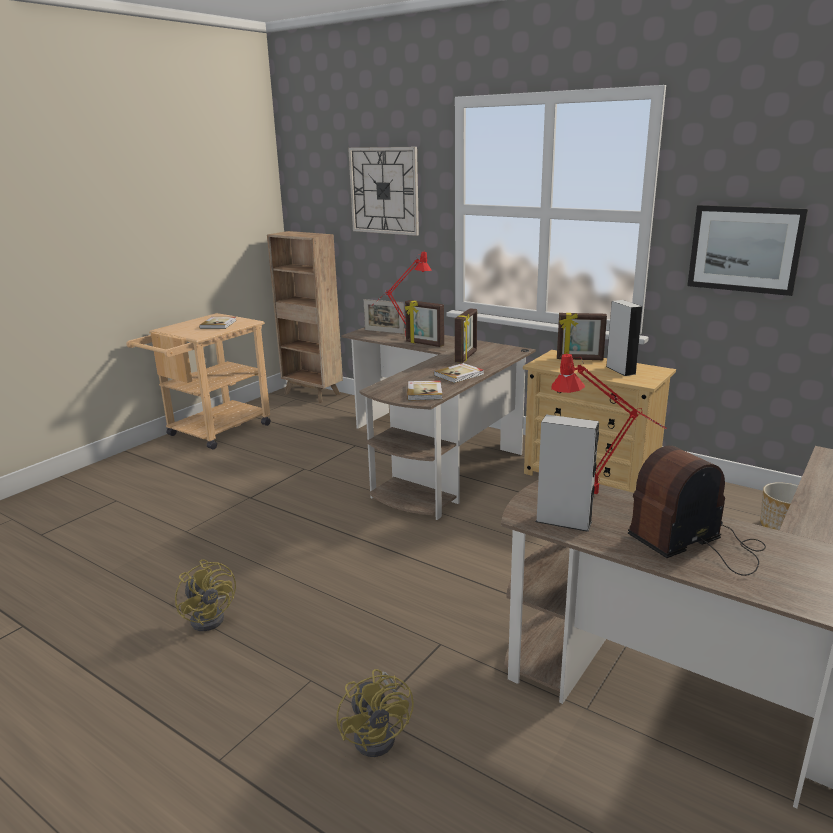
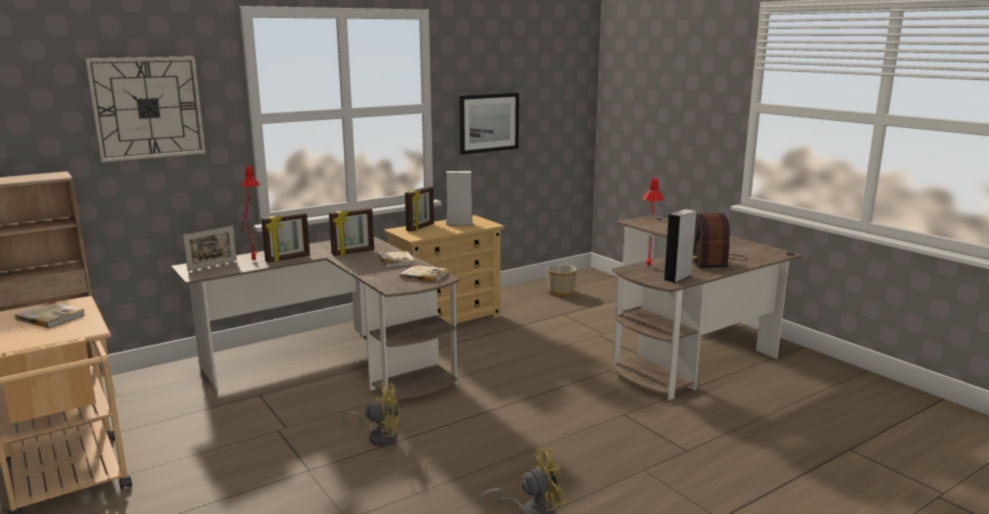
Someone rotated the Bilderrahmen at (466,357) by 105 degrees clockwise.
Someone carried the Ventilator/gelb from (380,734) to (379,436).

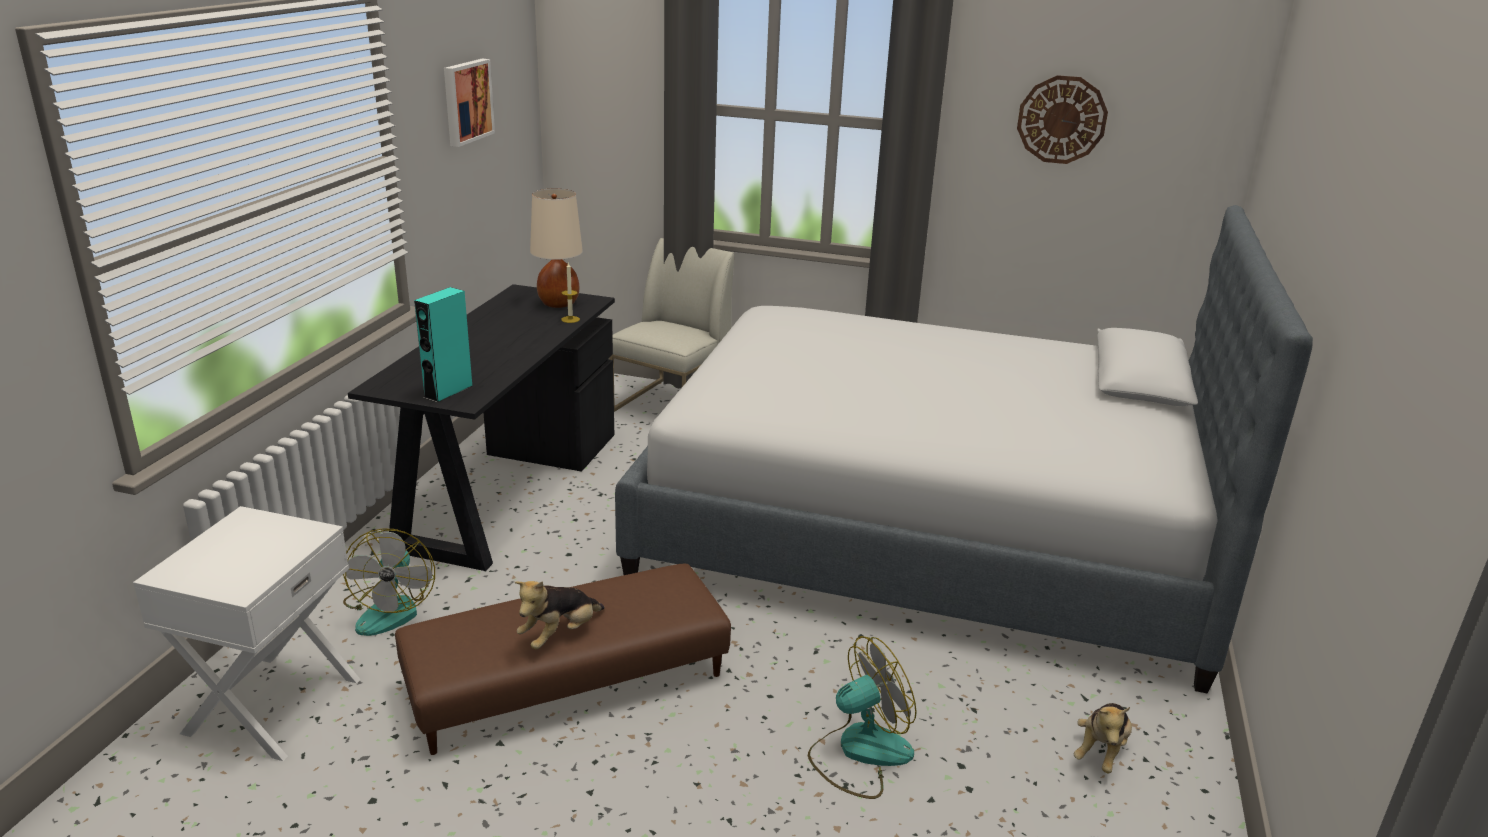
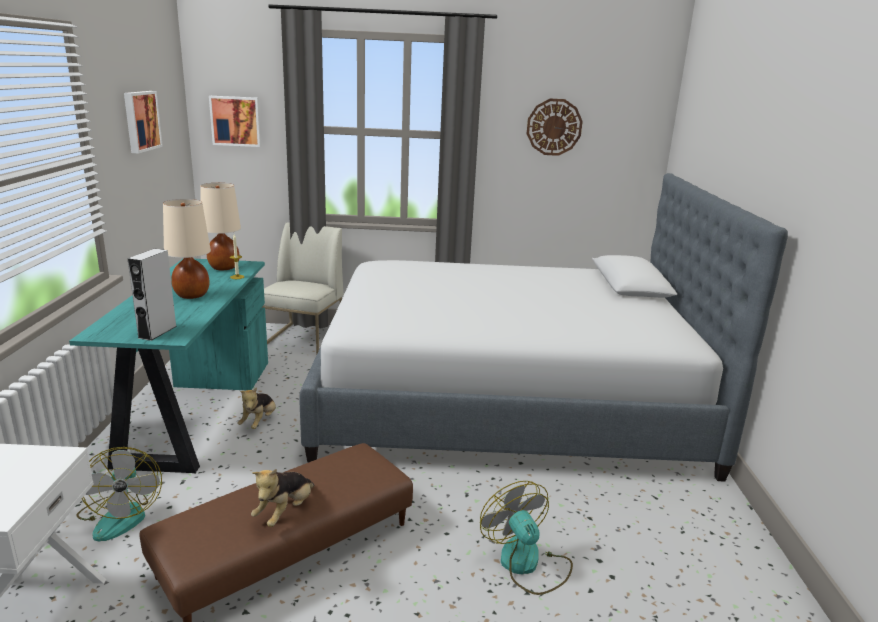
Someone repainted the Schreibtisch/schwarz at (506,489), which became the Schreibtisch/türkis at (195,410).
Someone repainted the Lautsprecher/türkis at (448,391), which became the Lautsprecher/grau at (157,332).
Someone rotated the Ventilator at (859,752) by 75 degrees counterclockwise.
Someone carried the Plüschtier from (1101,752) to (259,422).
Someone put up the Bild at (236,121).
Someone put down the Tischlampe/beige at (192,295).

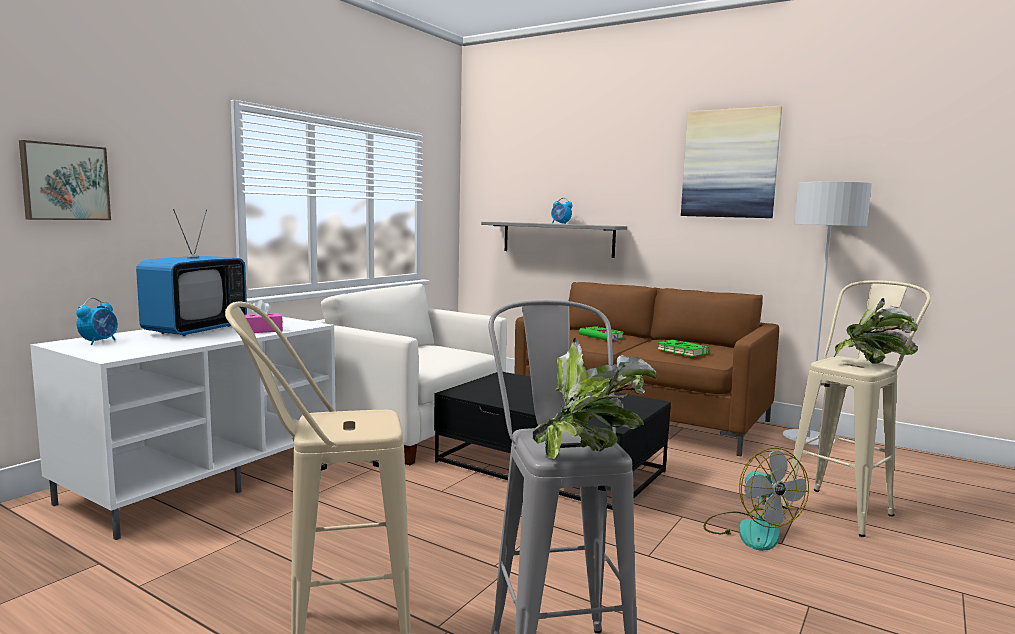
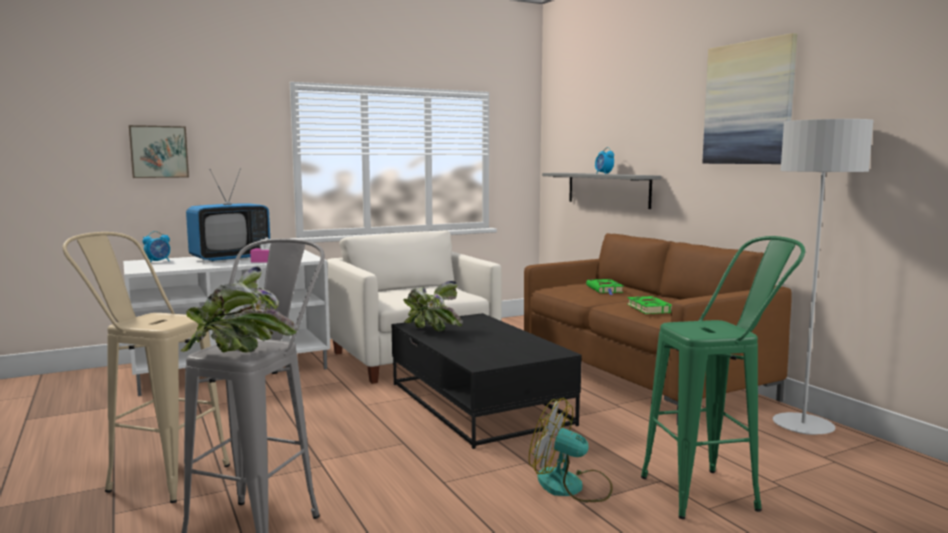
Someone repainted the Hocker/beige at (844,508), which became the Hocker/grün at (715,492).
Someone carried the Topfpflanze from (873,365) to (431,332).
Someone rotated the Ventilator at (750,530) by 105 degrees clockwise.

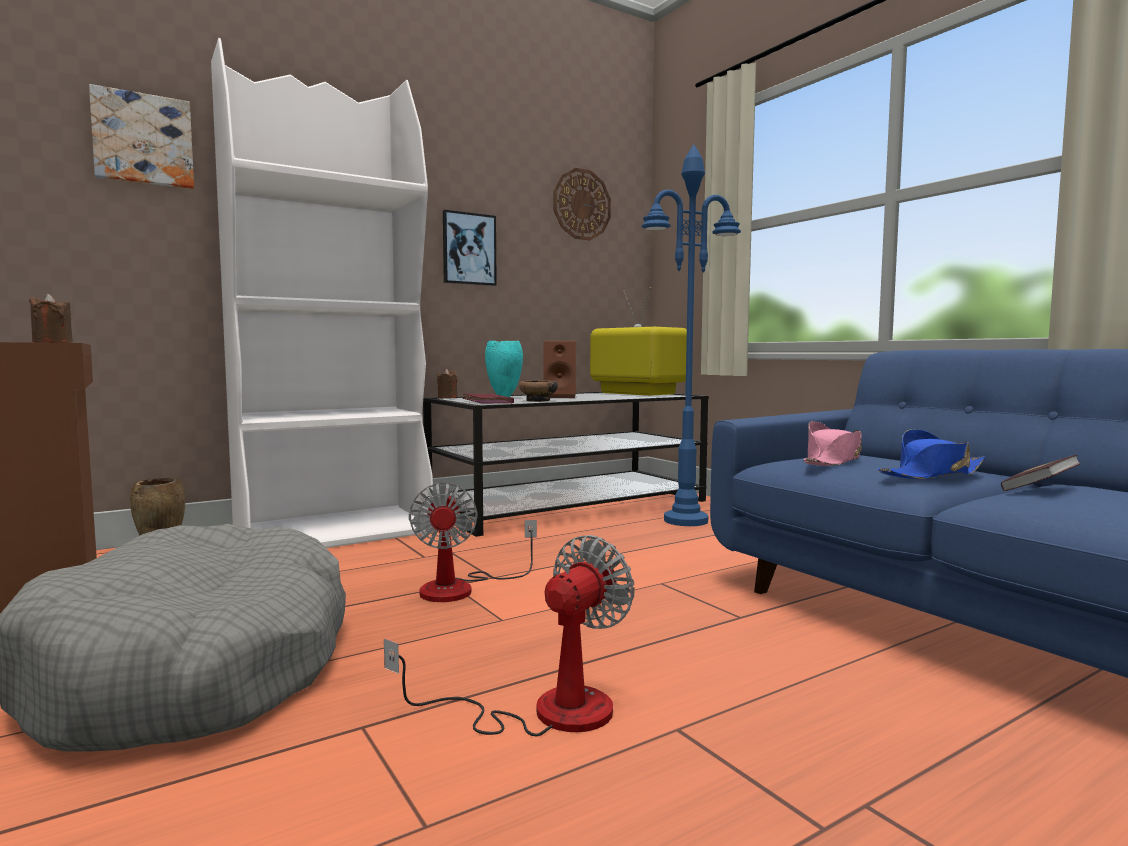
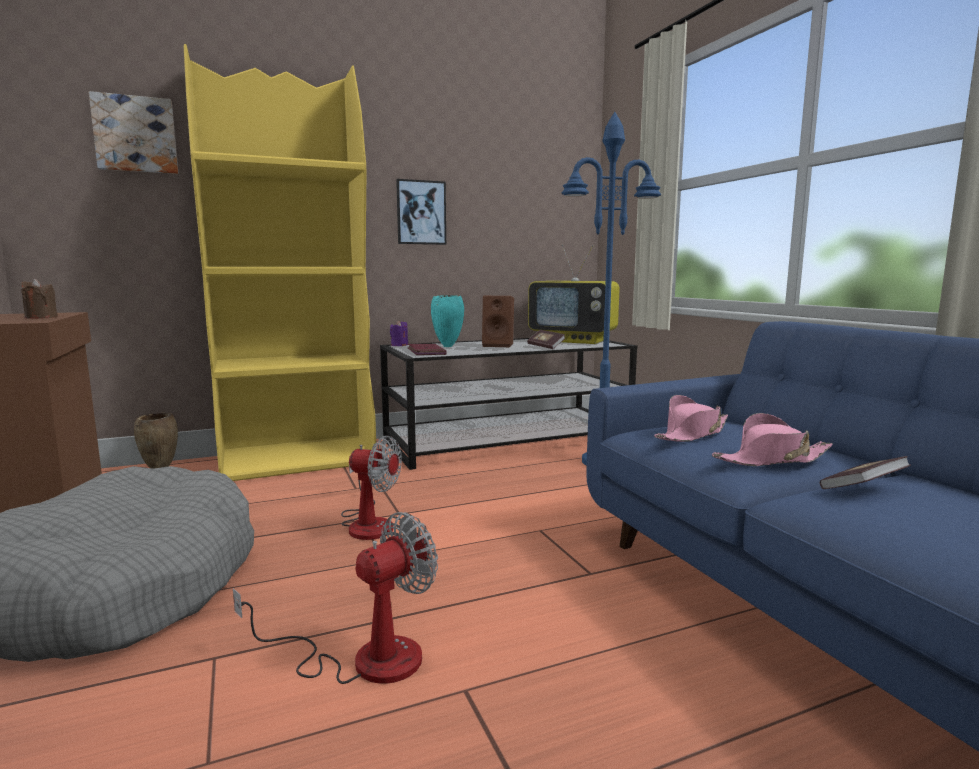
Someone repainted the Bücherregal/weiß at (335,533), which became the Bücherregal/gelb at (299,459).
Someone took away the Wanduhr at (581,204).
Someone rotated the Fernseher at (636,393) by 150 degrees clockwise.
Someone repainted the Kerze/braun at (447,398), which became the Kerze/lila at (399,345).
Someone took away the Schüssel at (538,400).
Someone repainted the Hut/blau at (932,474), which became the Hut/rosa at (771,459).
Someone rotated the Ventilator at (462,588) by 75 degrees counterclockwise.
Someone put down the Buch at (546,347).

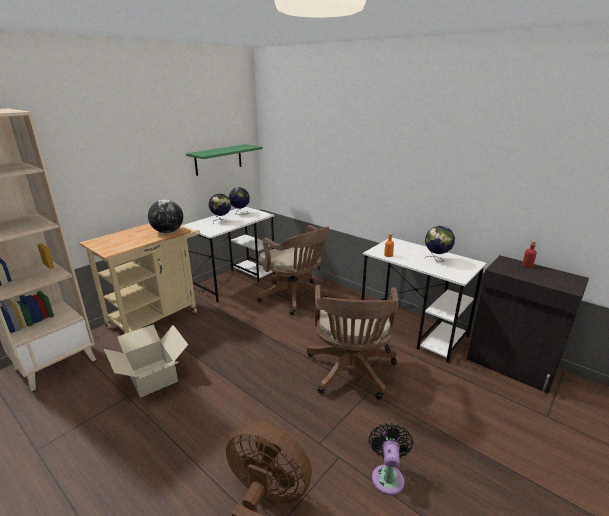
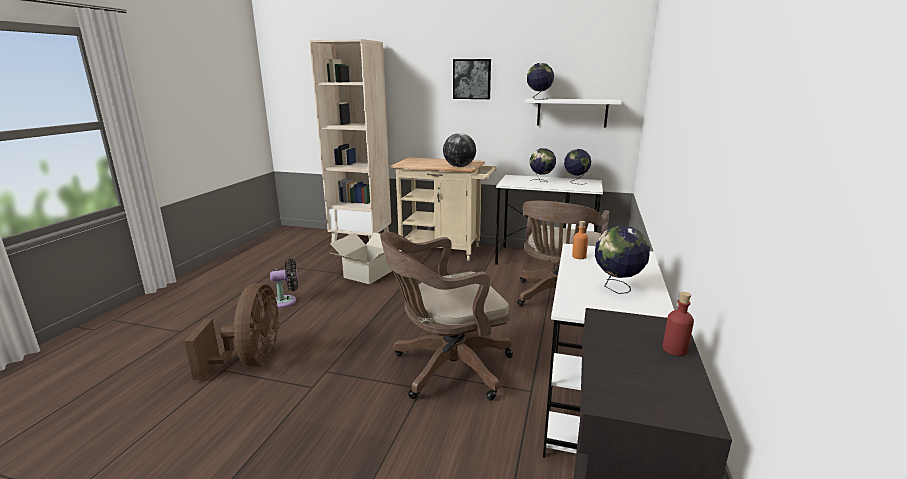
Someone repainted the Wandregal/grün at (218,159), which became the Wandregal/weiß at (572,112).
Someone carried the Ventilator/schwarz from (387,476) to (287,301).
Someone put up the Bild at (472,79).
Someone put down the Globus at (539,99).

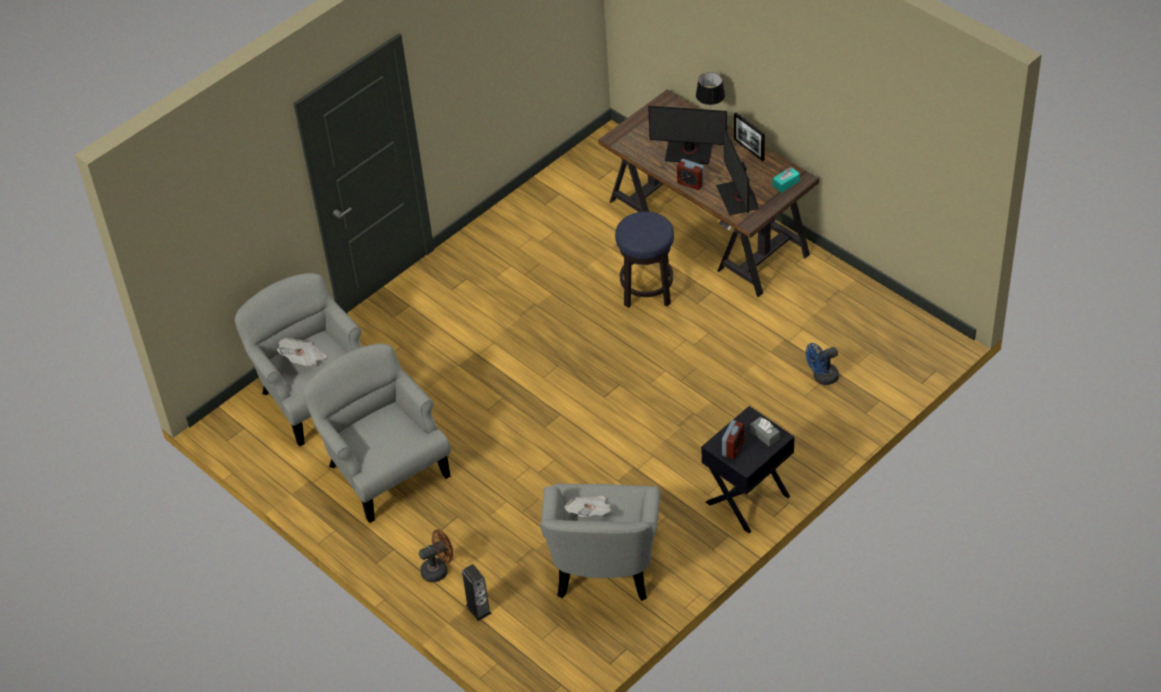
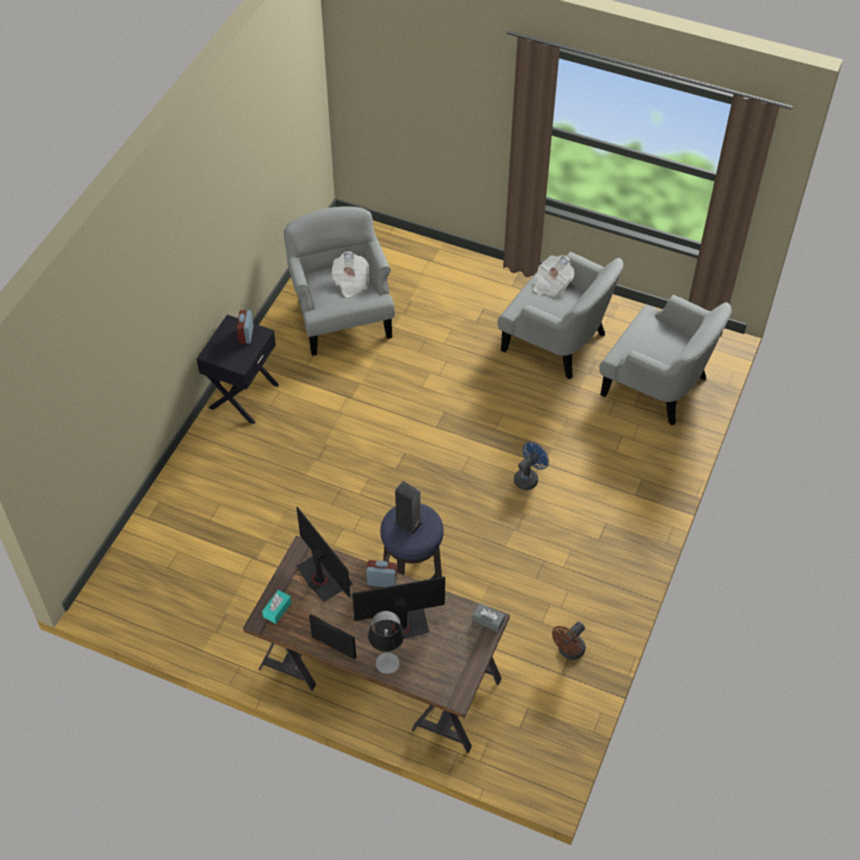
Someone carried the Zeitung from (303,360) to (551,284).
Someone carried the Ventilator/blau from (822,377) to (528,478).
Someone carried the Taschentuchbox/grau from (764,435) to (488,620).
Someone carried the Ventilator/braun from (438,569) to (569,652).
Someone carried the Lautsprecher from (478,609) to (408,523).

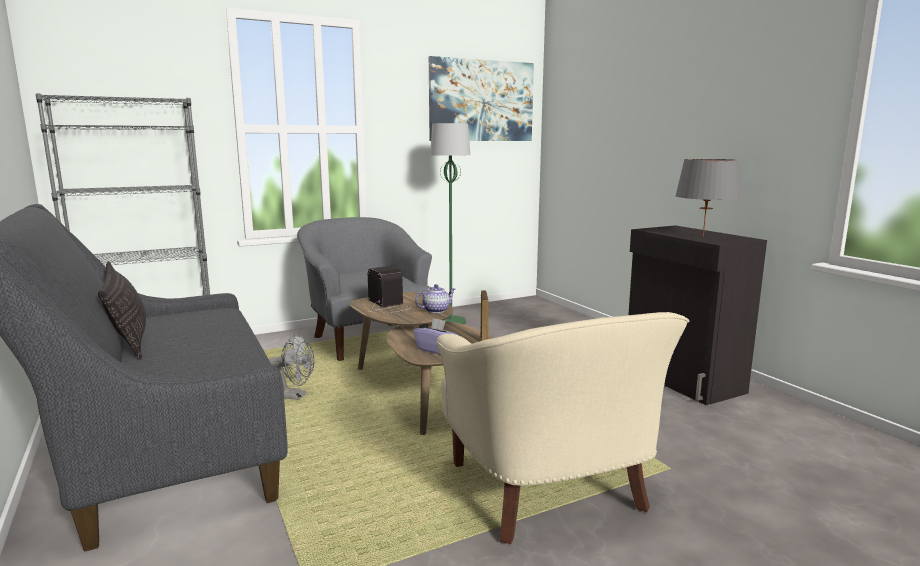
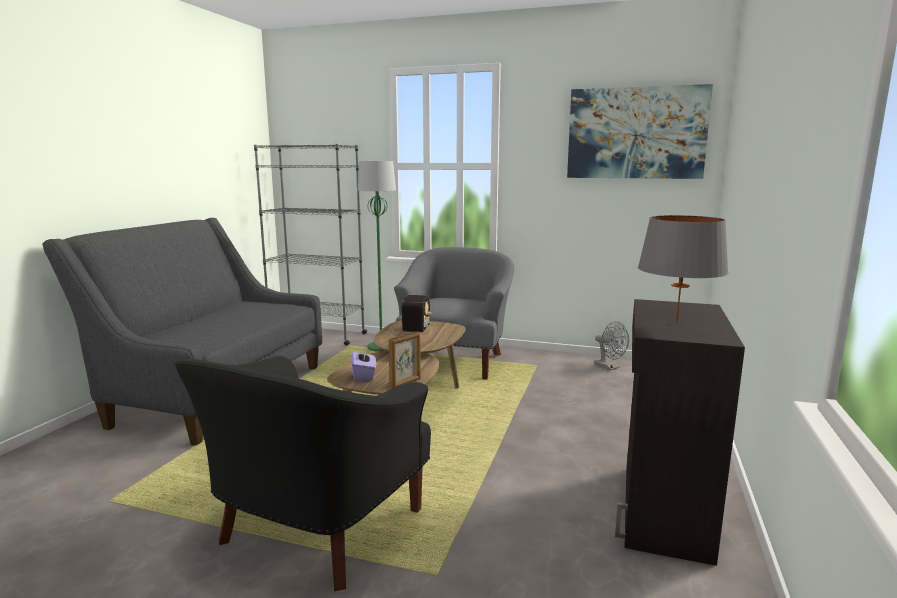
Someone carried the Stehlampe/grün from (450,322) to (381,347).
Someone took away the Kissen at (129,338).
Someone took away the Teekanne at (436,310).
Someone repainted the Sessel/beige at (549,492), which became the Sessel/schwarz at (315,531).
Someone carried the Ventilator/grau from (295,396) to (610,367).

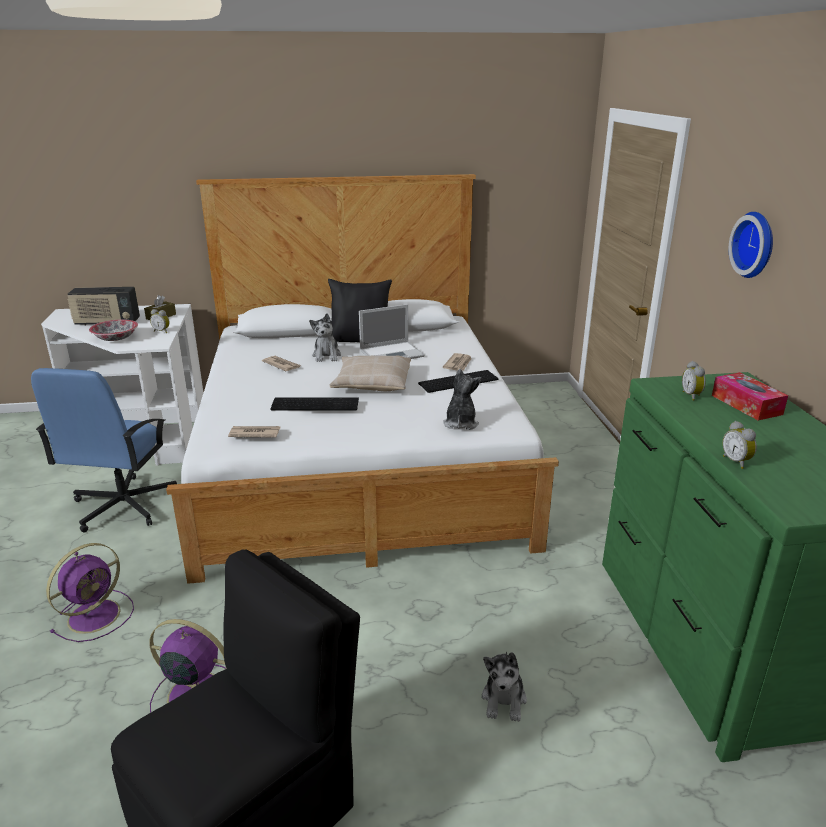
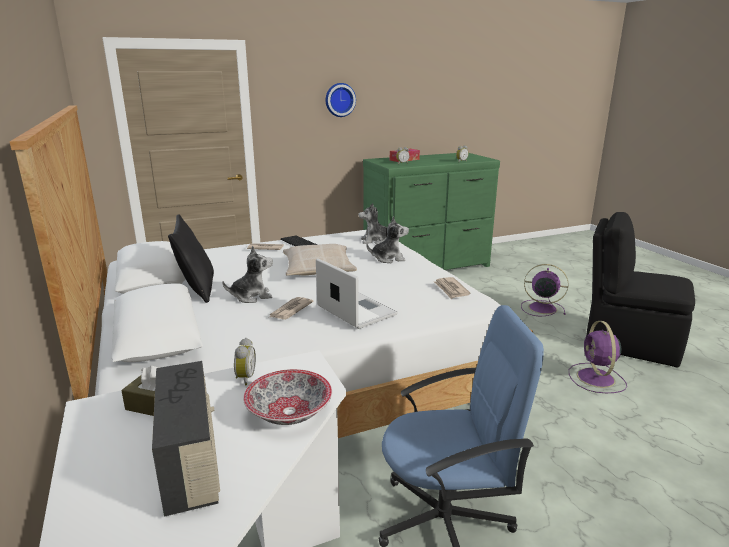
Someone carried the Laptop from (392,353) to (355,310).
Someone took away the Tastatur at (316,404).
Someone carried the Ventilator/lila from (96,614) to (541,308).
Someone carried the Plüschtier from (504,700) to (388,259).

